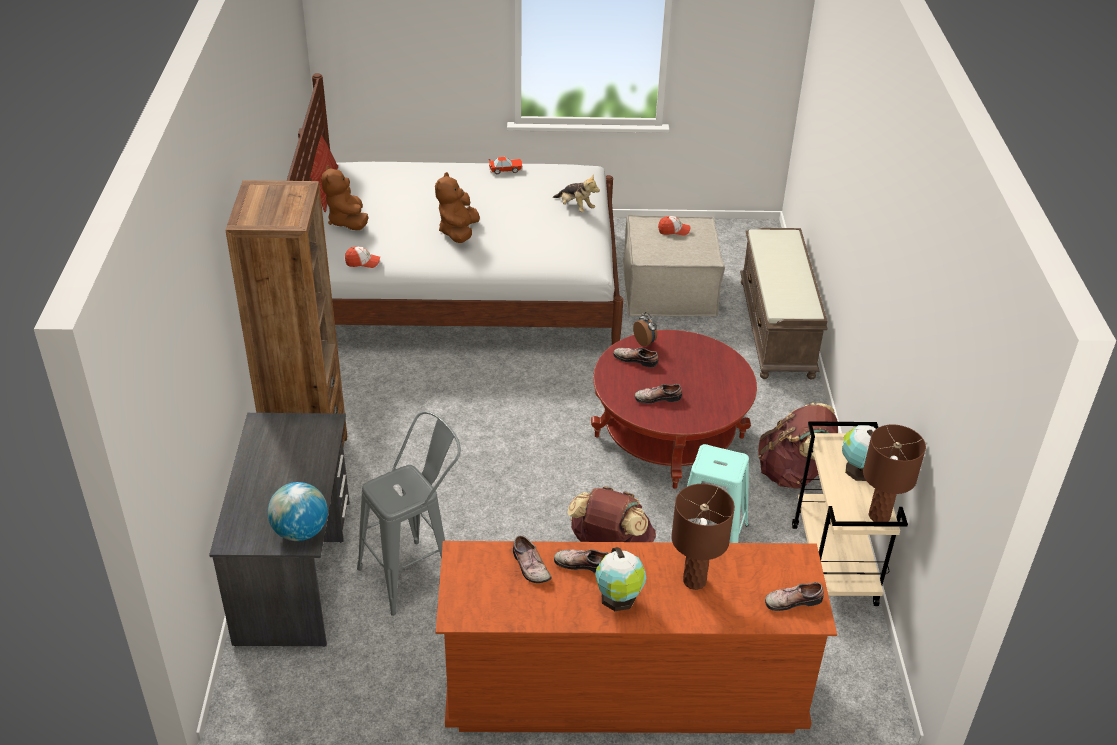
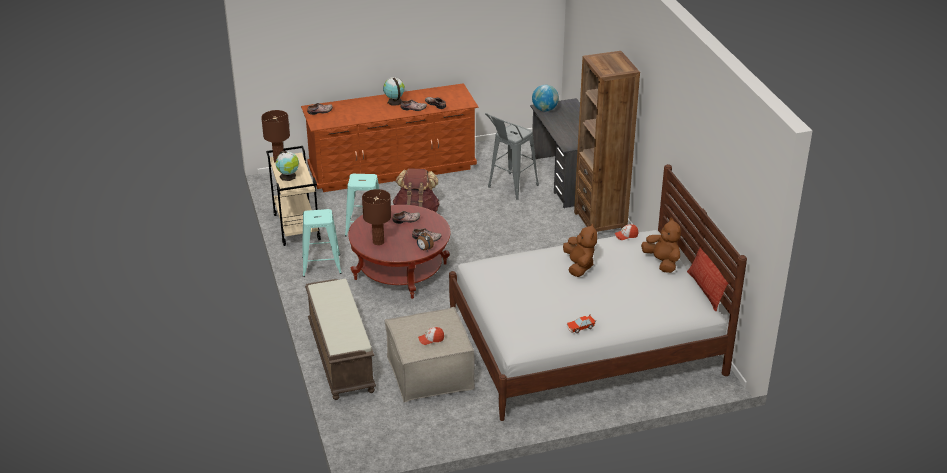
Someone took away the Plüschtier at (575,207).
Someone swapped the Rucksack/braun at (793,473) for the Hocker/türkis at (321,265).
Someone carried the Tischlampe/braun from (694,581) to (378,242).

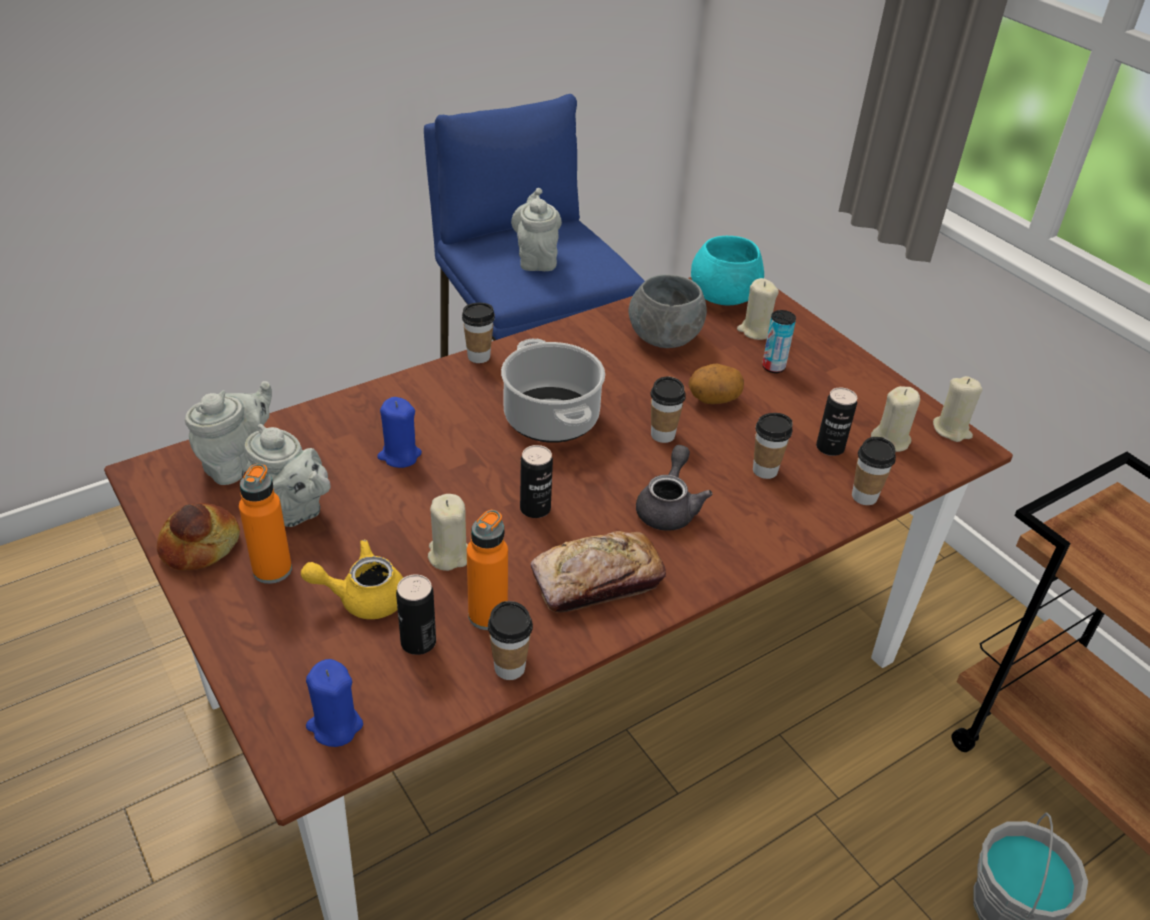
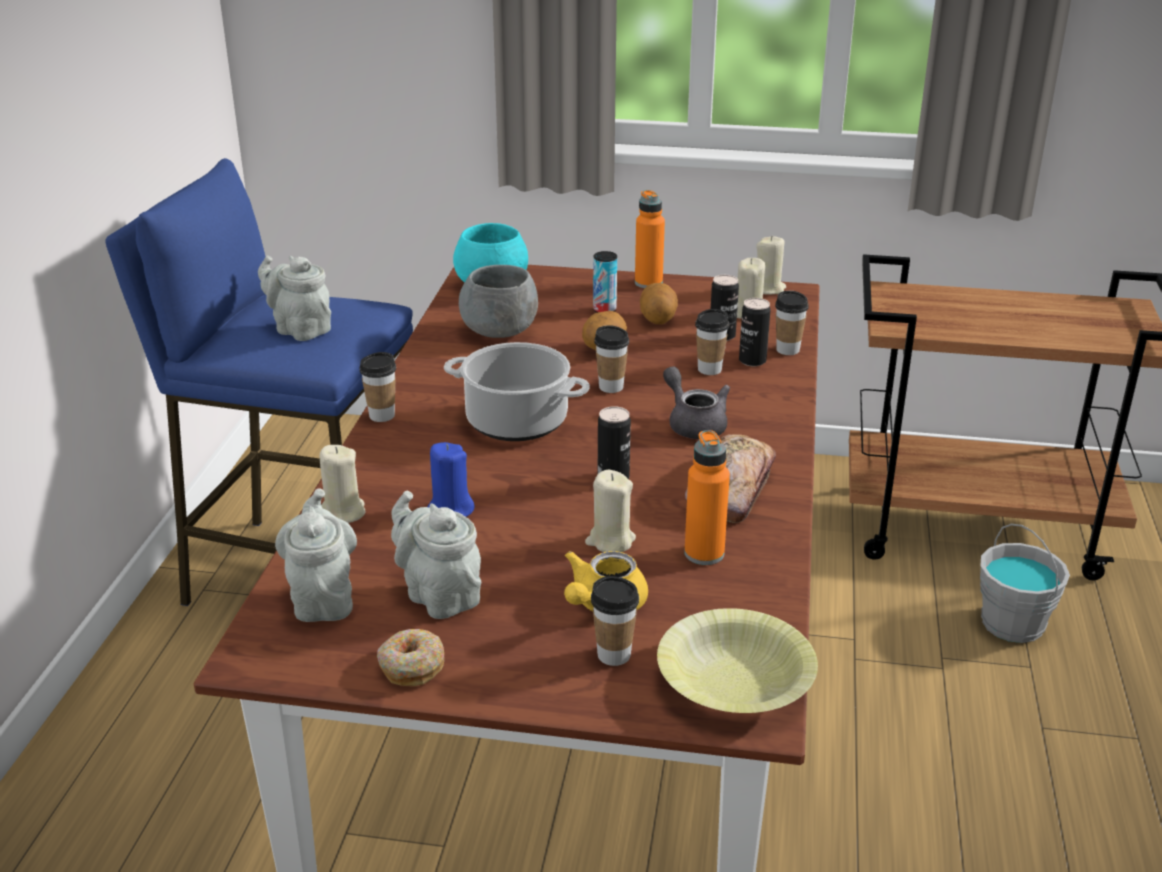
Someone carried the Kerze/beige from (755,331) to (342,513).
Someone rotated the Teekanne/grau at (293,511) by 120 degrees counterclockwise.
Someone carried the Flasche/orange from (272,570) to (648,283).
Someone swapped the Brot at (200,546) for the Donut at (411,666).
Someone carried the Dose from (418,642) to (752,361).
Someone carried the Tasse from (509,668) to (614,655).
Someone swapped the Kerze/blau at (335,725) for the Schüssel/gelb at (735,681).
Someone put down the Kartoffel at (658,320).

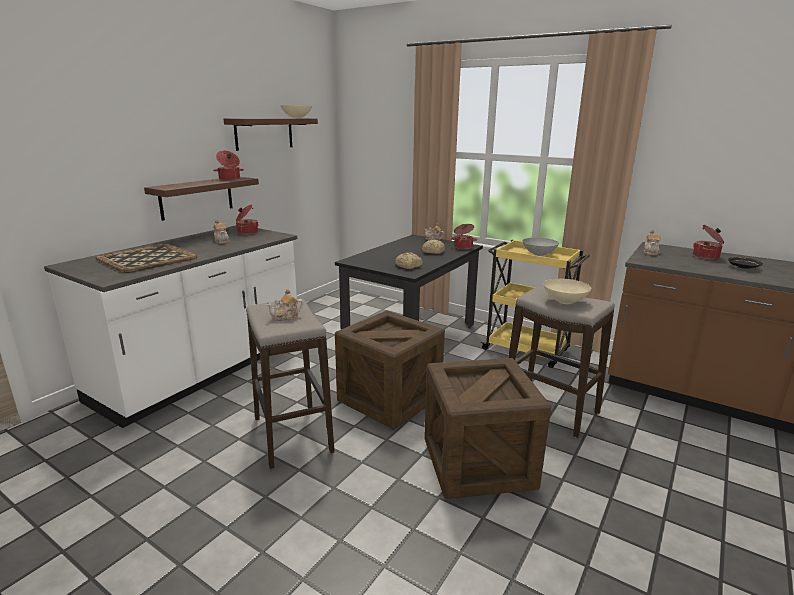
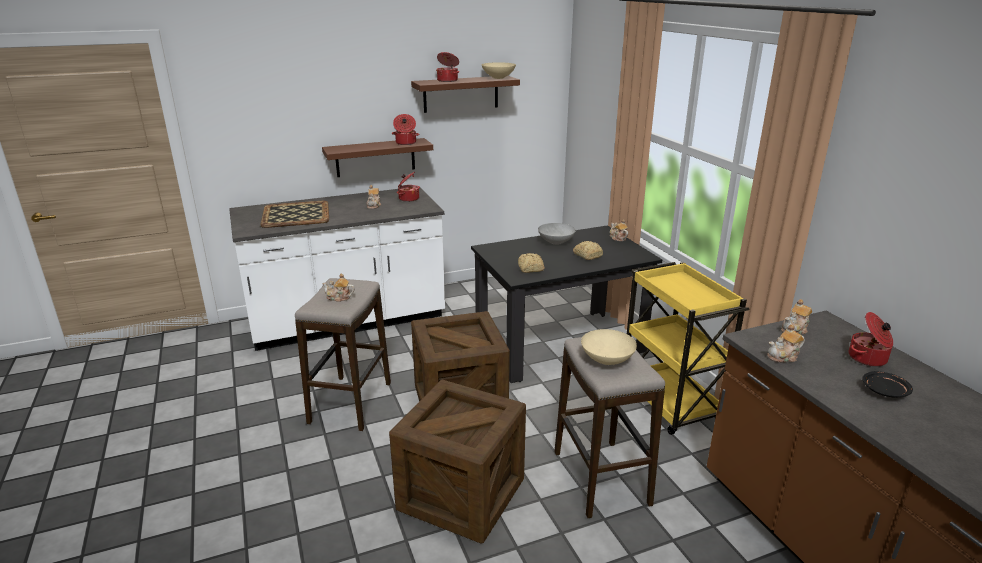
Someone carried the Kochtopf from (463,247) to (448,80).
Someone carried the Schüssel/grau from (538,254) to (555,242).
Someone put down the Teekanne at (783,356).

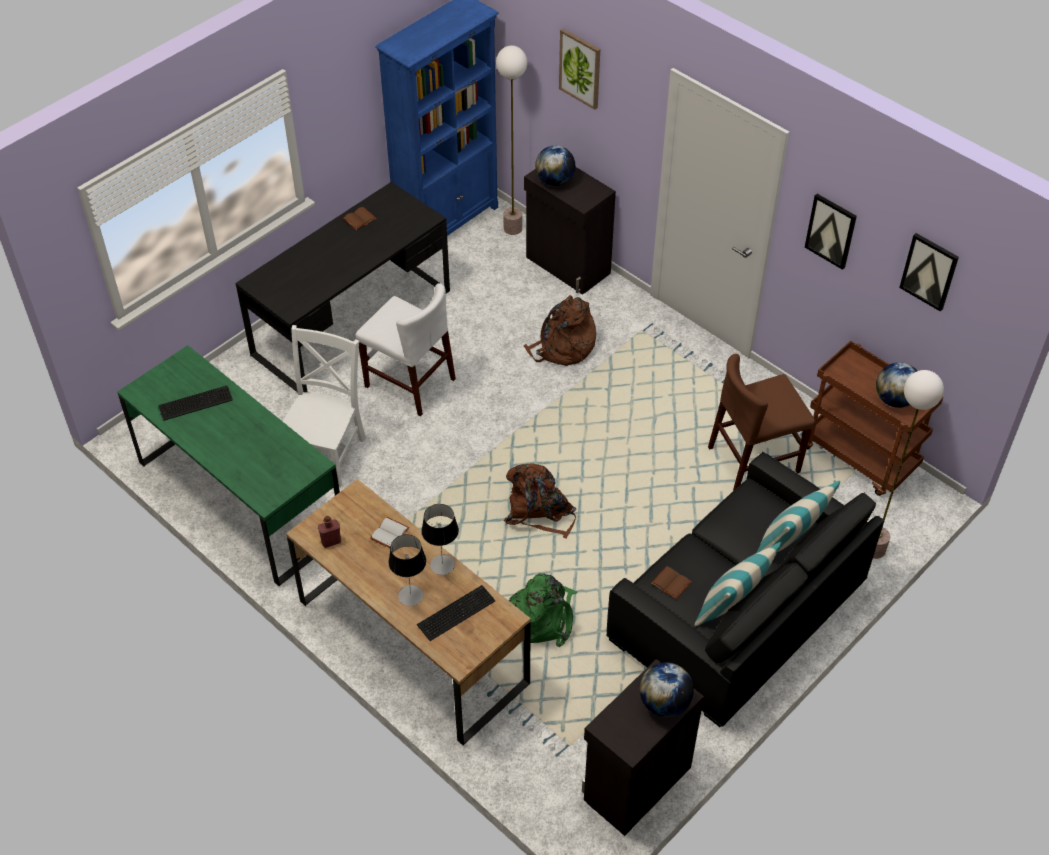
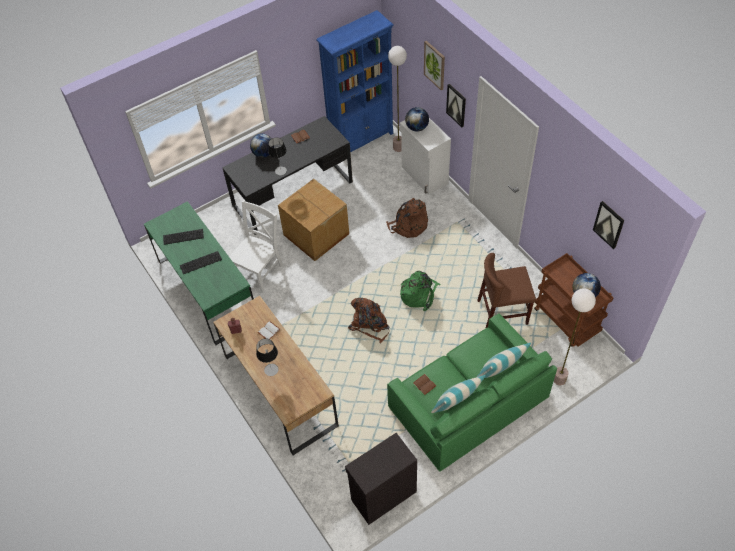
Someone repainted the Schrank/schwarz at (567,266), which became the Schrank/weiß at (424,175).
Someone carried the Bild from (831,230) to (456,105).
Someone swapped the Stuhl/weiß at (409,383) for the Karton at (316,235).
Someone repainted the Sofa/schwarz at (738,610), which became the Sofa/grün at (468,403).
Someone carried the Tischlampe from (442,565) to (280,170).
Someone carried the Rucksack/grün from (542,617) to (419,294).
Someone carried the Tastatur from (454,612) to (200,262).
Someone carried the Globus from (664,703) to (263,153).

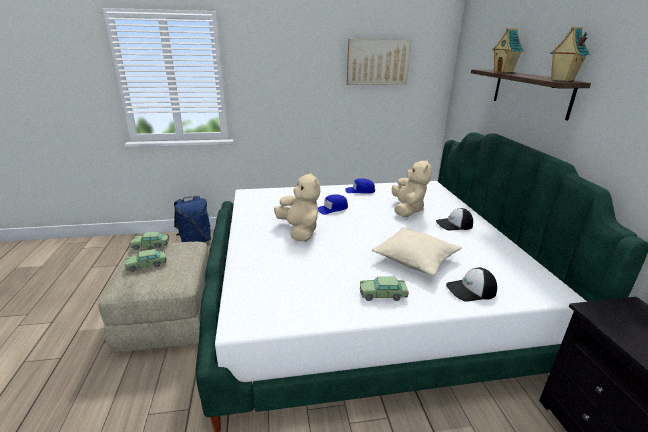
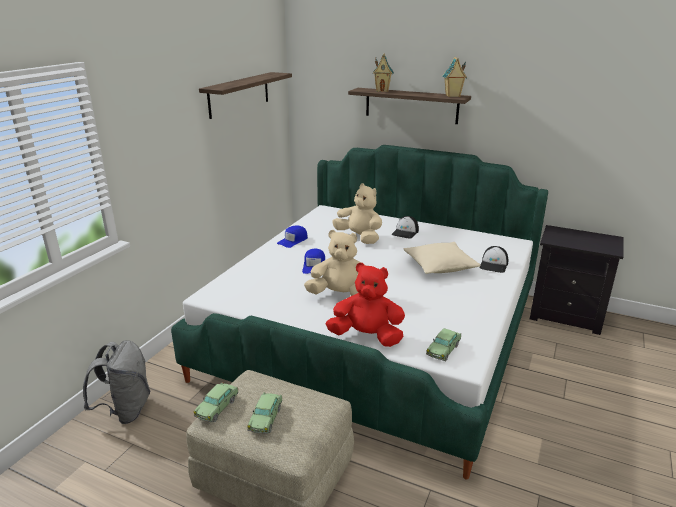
Someone swapped the Bild at (377,62) for the Wandregal at (239,94).
Someone repainted the Rucksack/blau at (195,241), which became the Rucksack/grau at (125,410).
Someone carried the Spielzeugauto from (383,294) to (443,350).
Someone put down the Plüschtier/rot at (367,337).

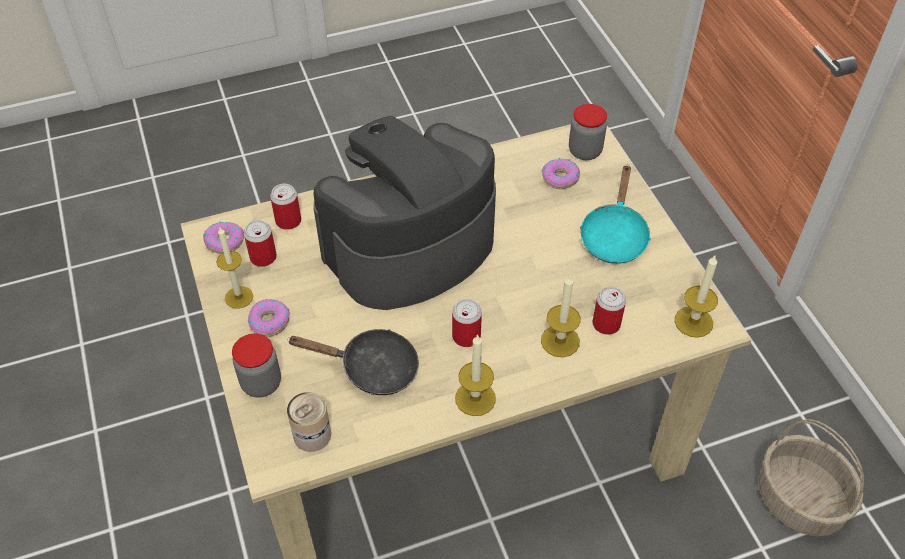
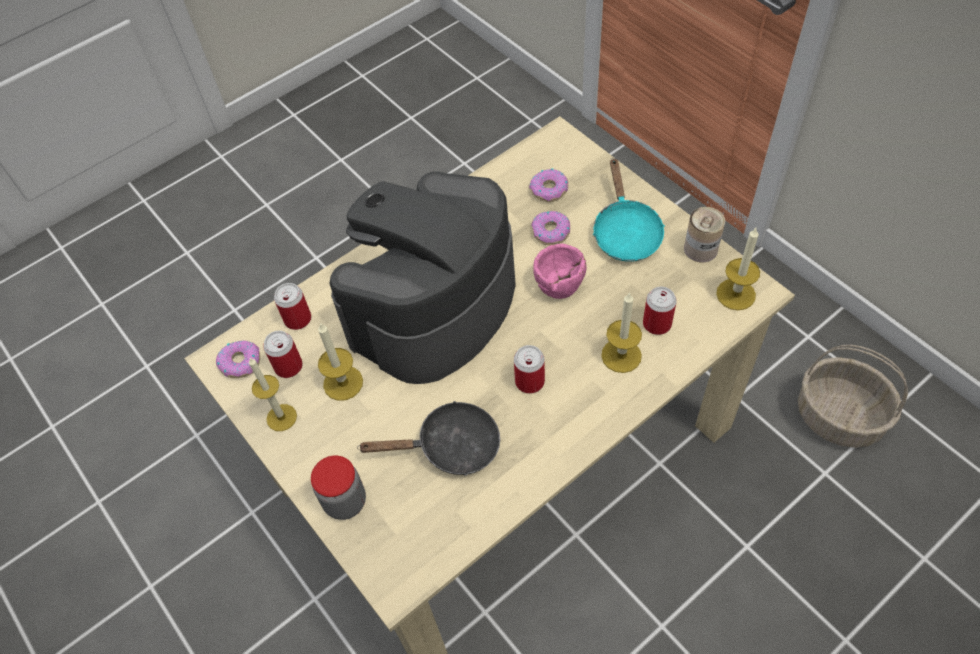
Someone took away the Vorratsglas at (585,151).
Someone carried the Donut from (269,321) to (550,232).
Someone carried the Kerze from (475,398) to (343,383).
Someone carried the Dose from (312,435) to (700,249).
Someone put down the Schüssel/rosa at (559,284).

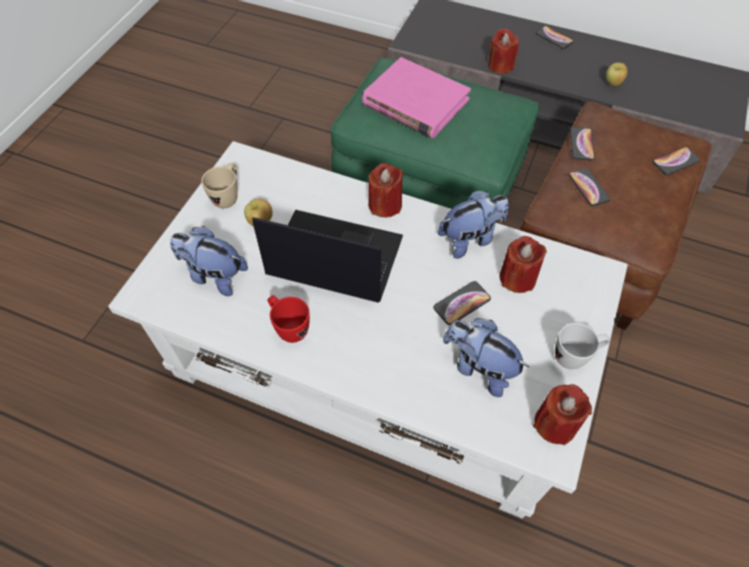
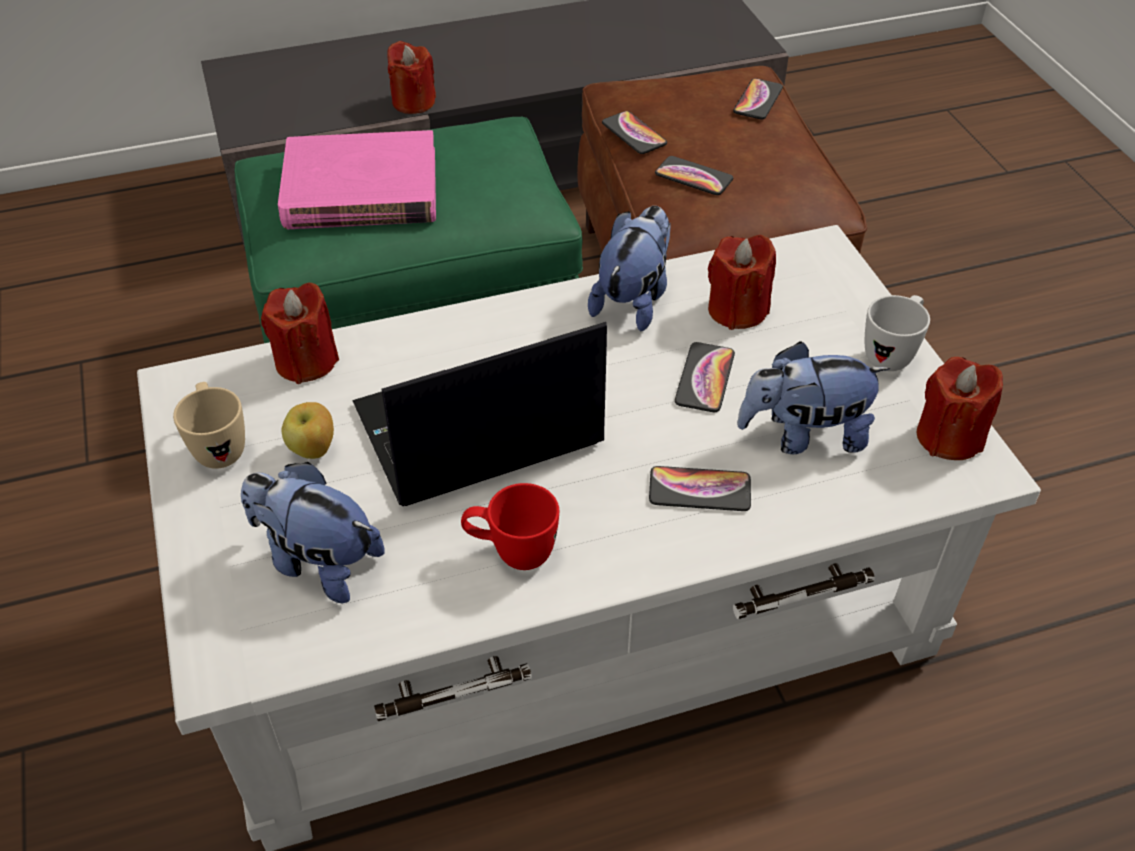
Someone carried the Handy from (554,38) to (699,490).
Someone took away the Apfel at (613,83).
Someone carried the Kerze/rot from (385,205) to (306,361).
Someone rotated the Plüschtier at (214,275) by 45 degrees clockwise.

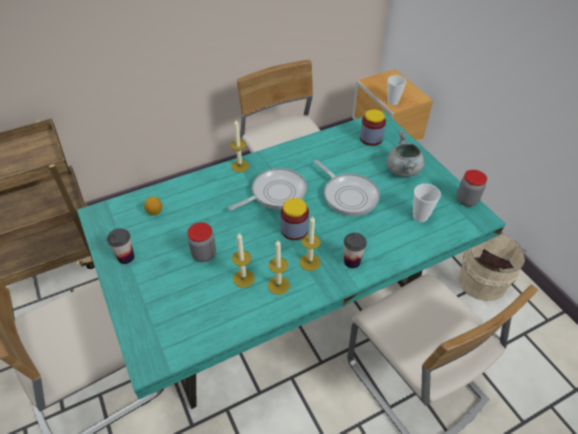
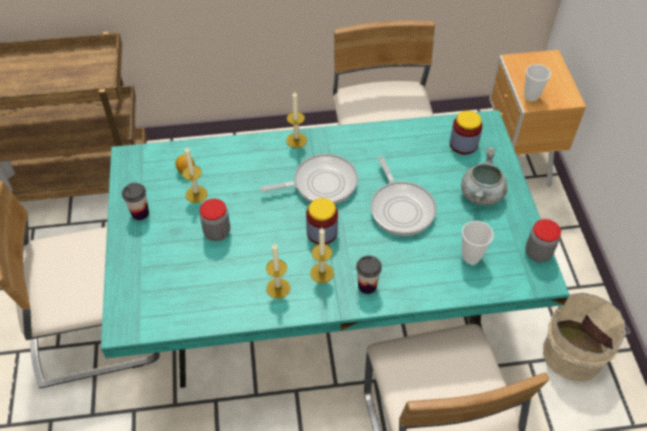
Someone carried the Kerze from (243,278) to (196,194).

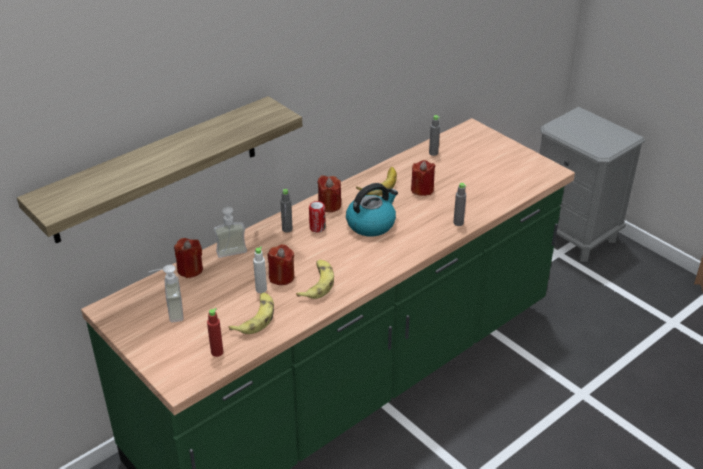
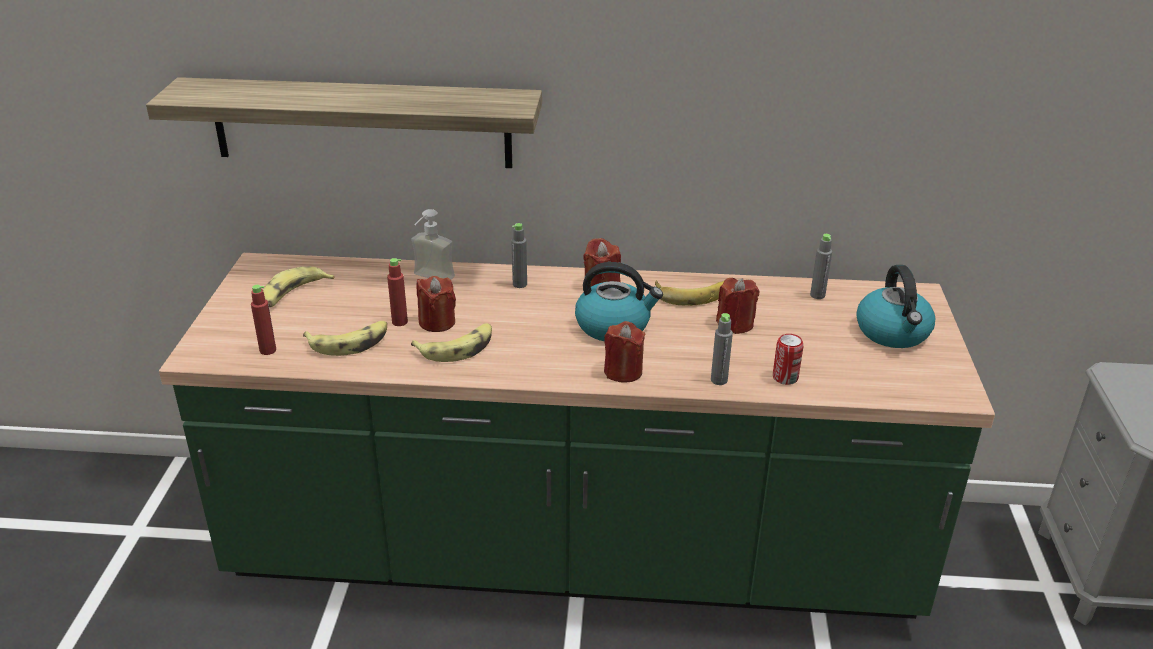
Someone carried the Dose from (317,228) to (785,378).
Someone carried the Kerze/rot from (190,269) to (623,372).
Someone repainted the Flasche/weiß at (261,289), which became the Flasche/rot at (399,322).
Someone swapped the Seifenspender at (169,312) for the Banane at (294,294).
Someone put down the Wasserkessel at (893,333).

